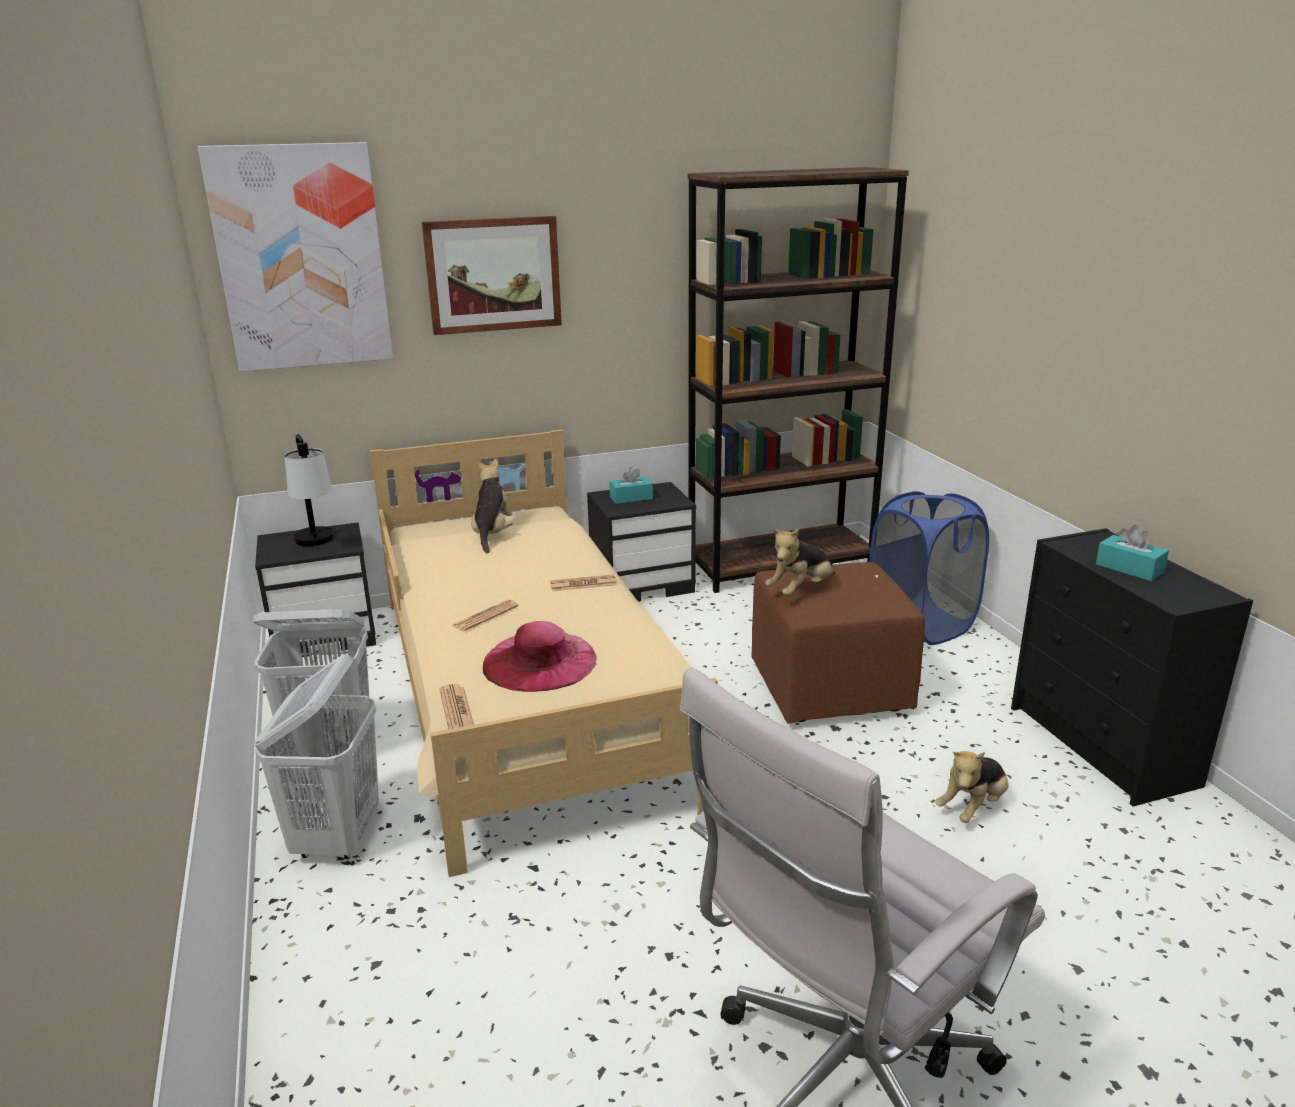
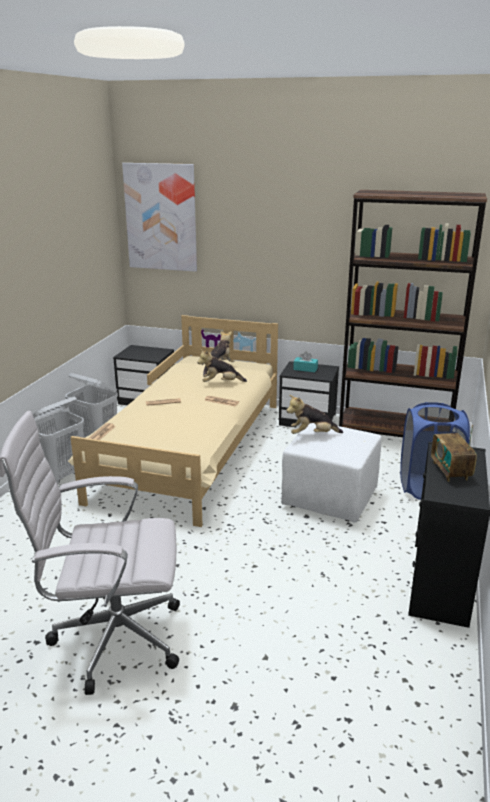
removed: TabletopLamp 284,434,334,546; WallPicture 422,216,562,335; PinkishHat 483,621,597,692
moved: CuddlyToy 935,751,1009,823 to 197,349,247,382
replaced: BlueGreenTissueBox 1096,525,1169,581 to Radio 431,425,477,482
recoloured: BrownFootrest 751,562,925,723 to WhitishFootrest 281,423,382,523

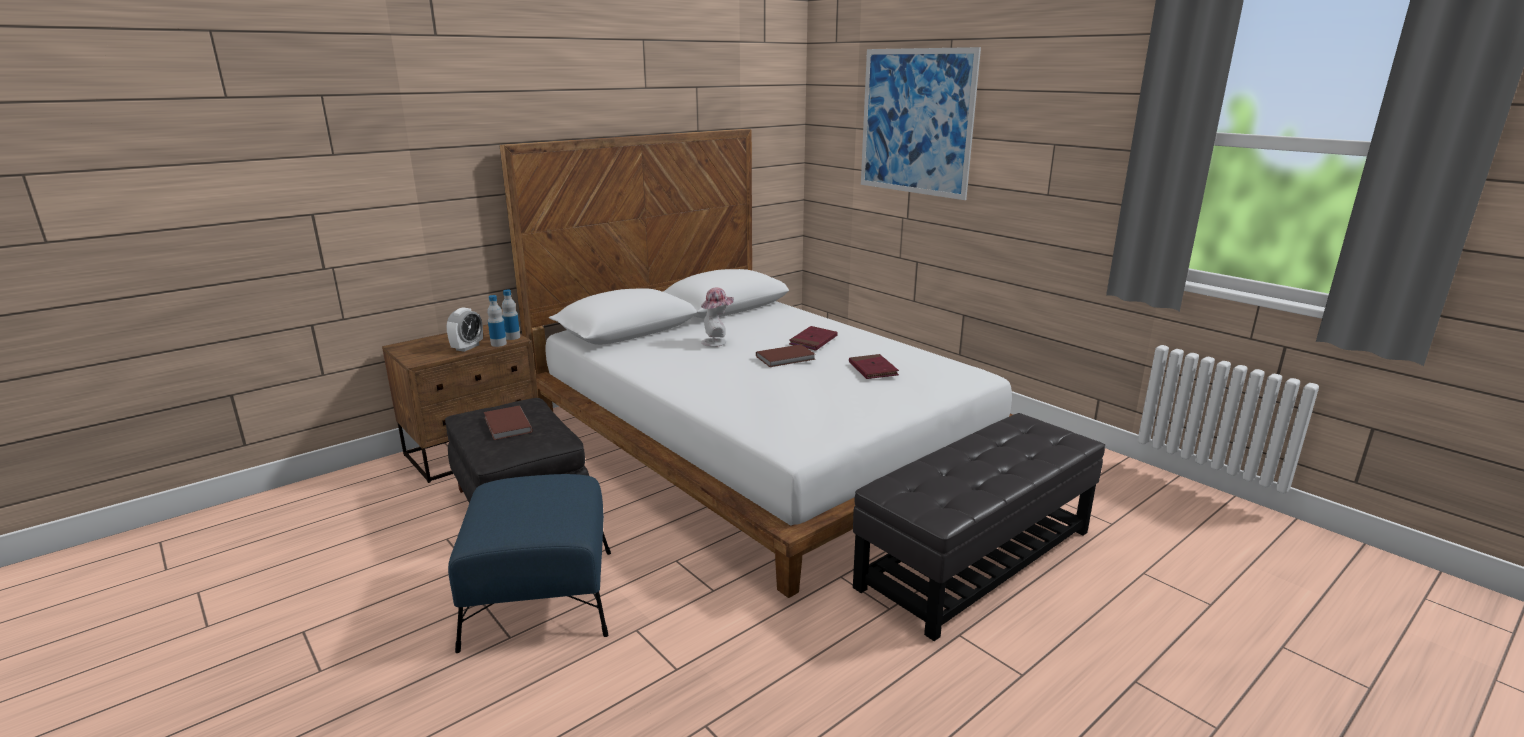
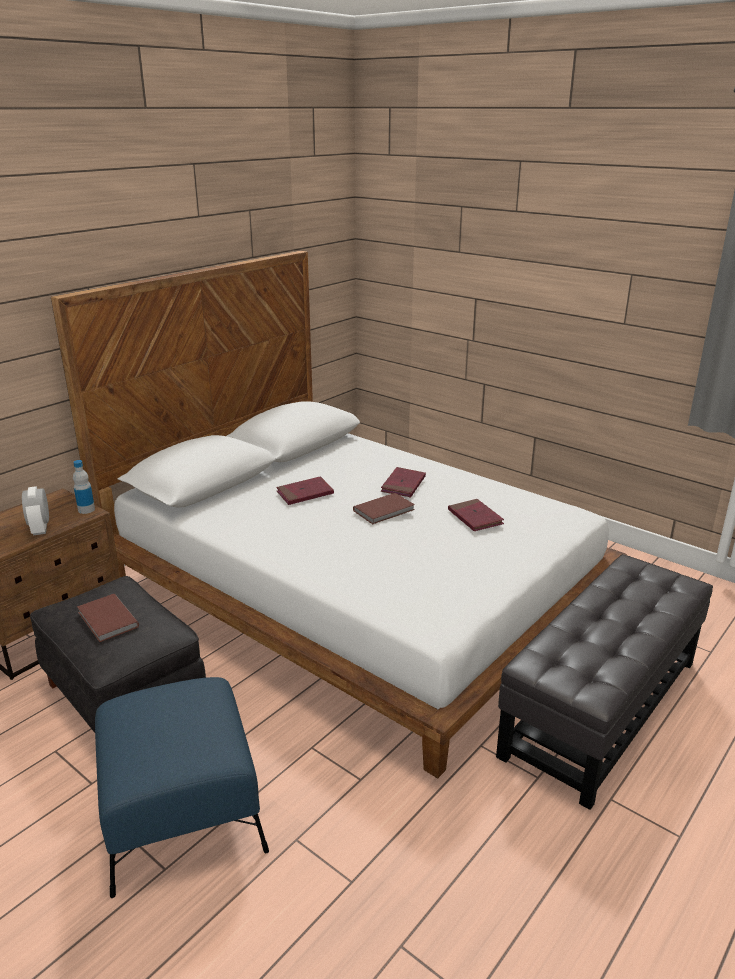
removed: BeverageBottle 487,295,507,347; WallPicture 861,47,981,200
replaced: Hat 701,287,734,347 to RedColouredBook 276,476,334,505
turned: AlarmClock 446,307,483,352 = 22,486,49,535 150 degrees clockwise

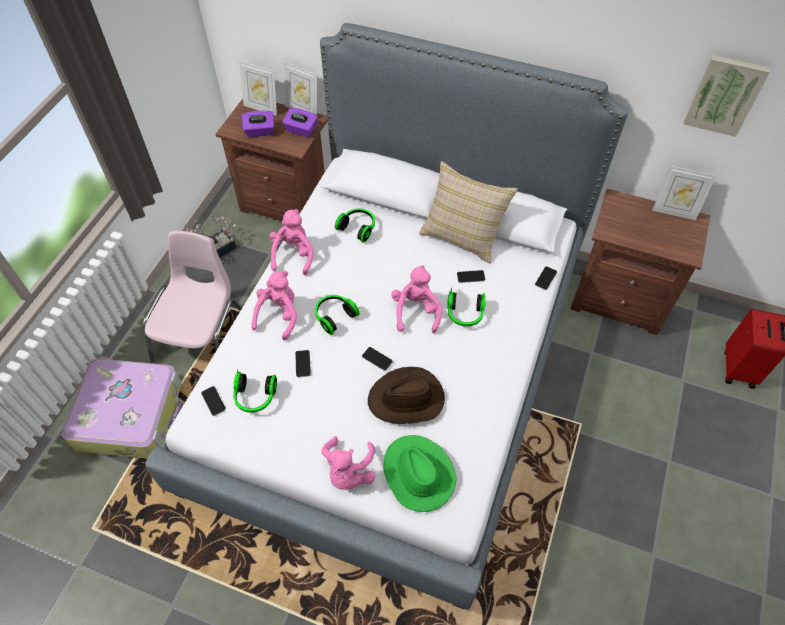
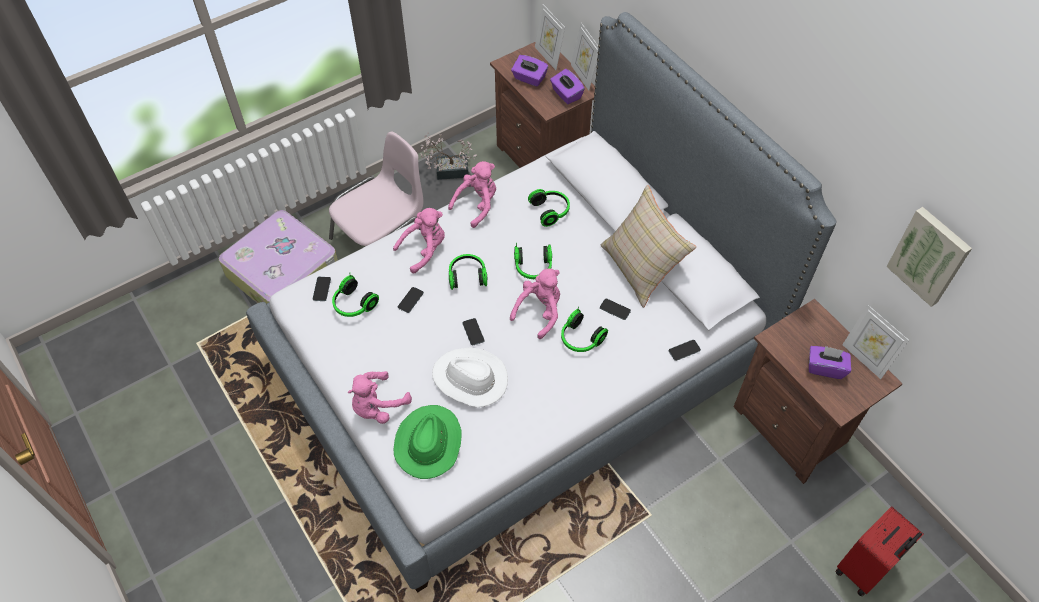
added: Headset 514,243,552,279; PurplishTissueBox 809,346,851,379
recoloured: BrownHat 368,367,445,424 to WhitishHat 432,347,508,407

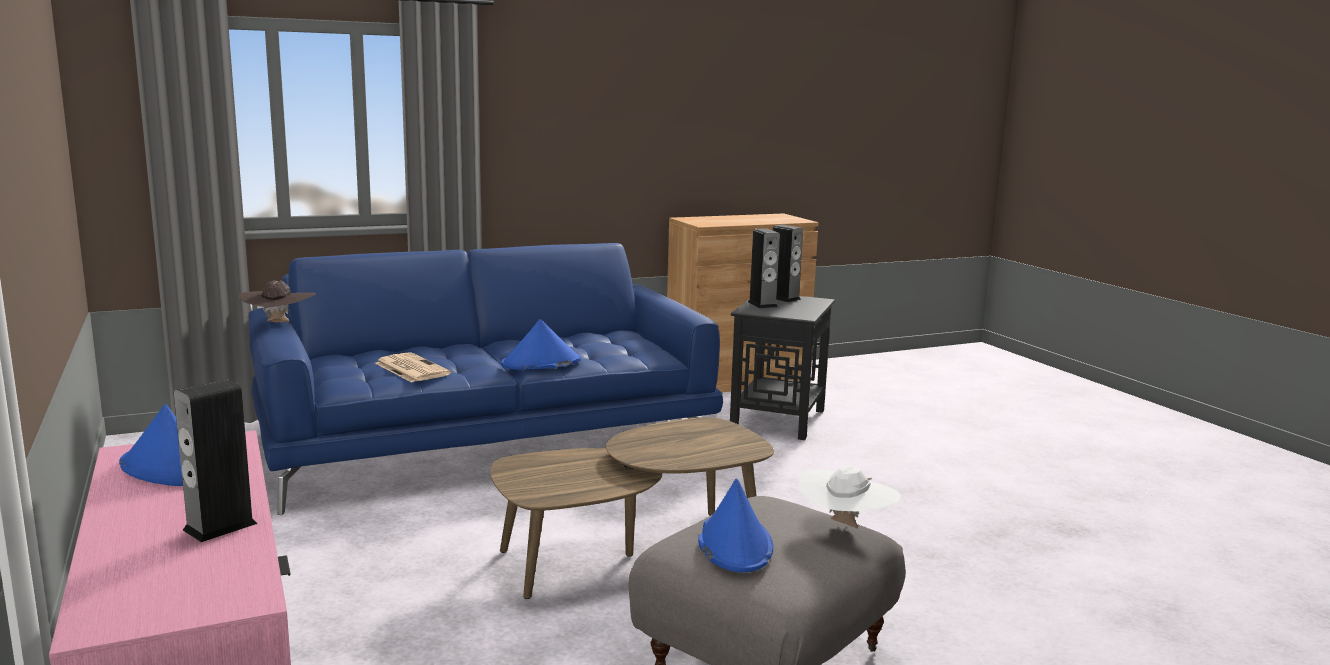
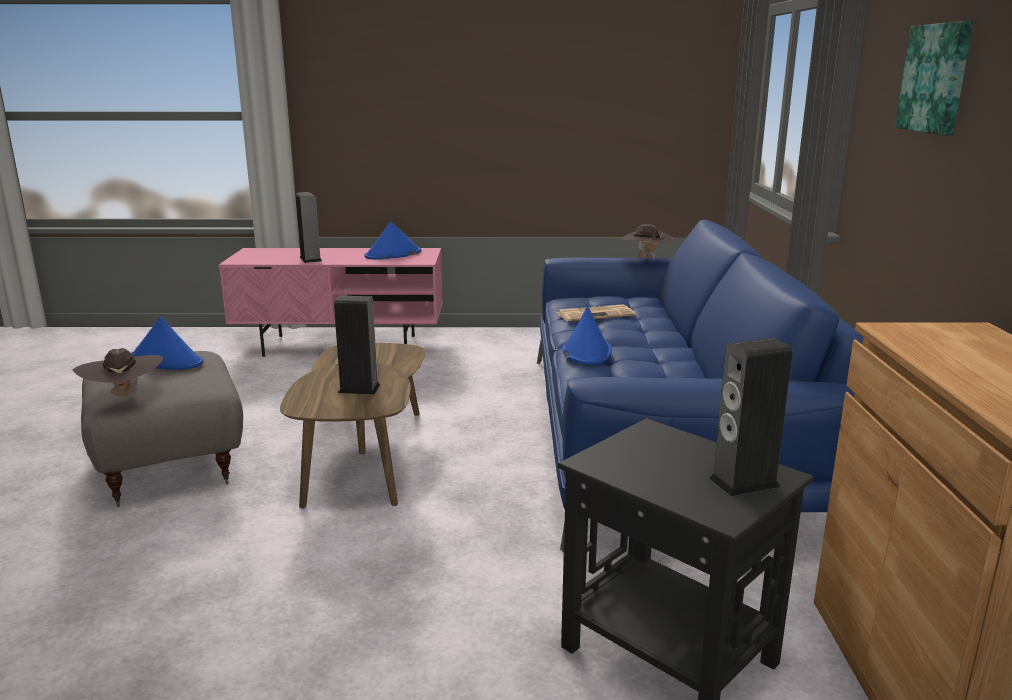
added: WallPicture 895,21,973,135
moved: Speaker 748,228,780,308 to 334,296,380,394
recoloured: WhitishHat 799,466,901,529 to BrownHat 72,348,164,398

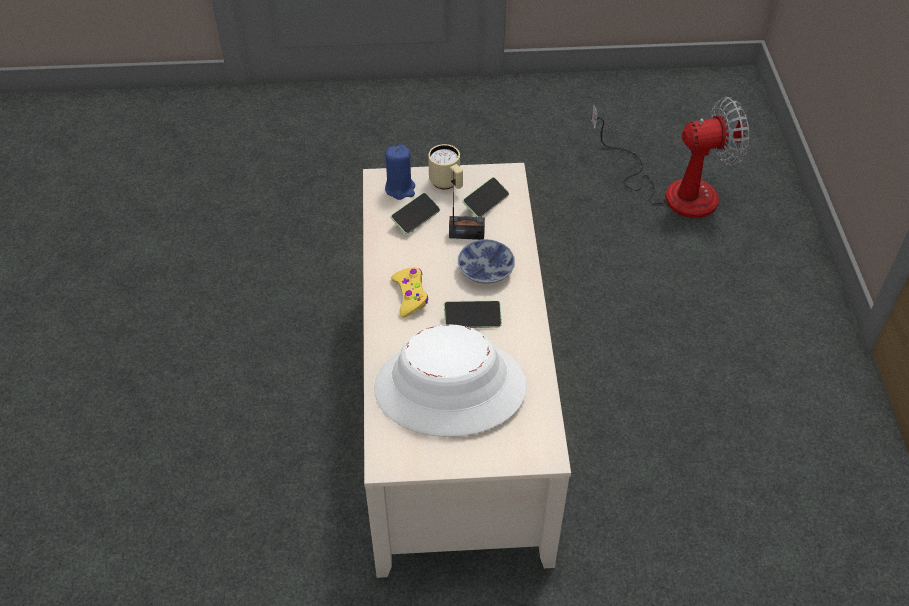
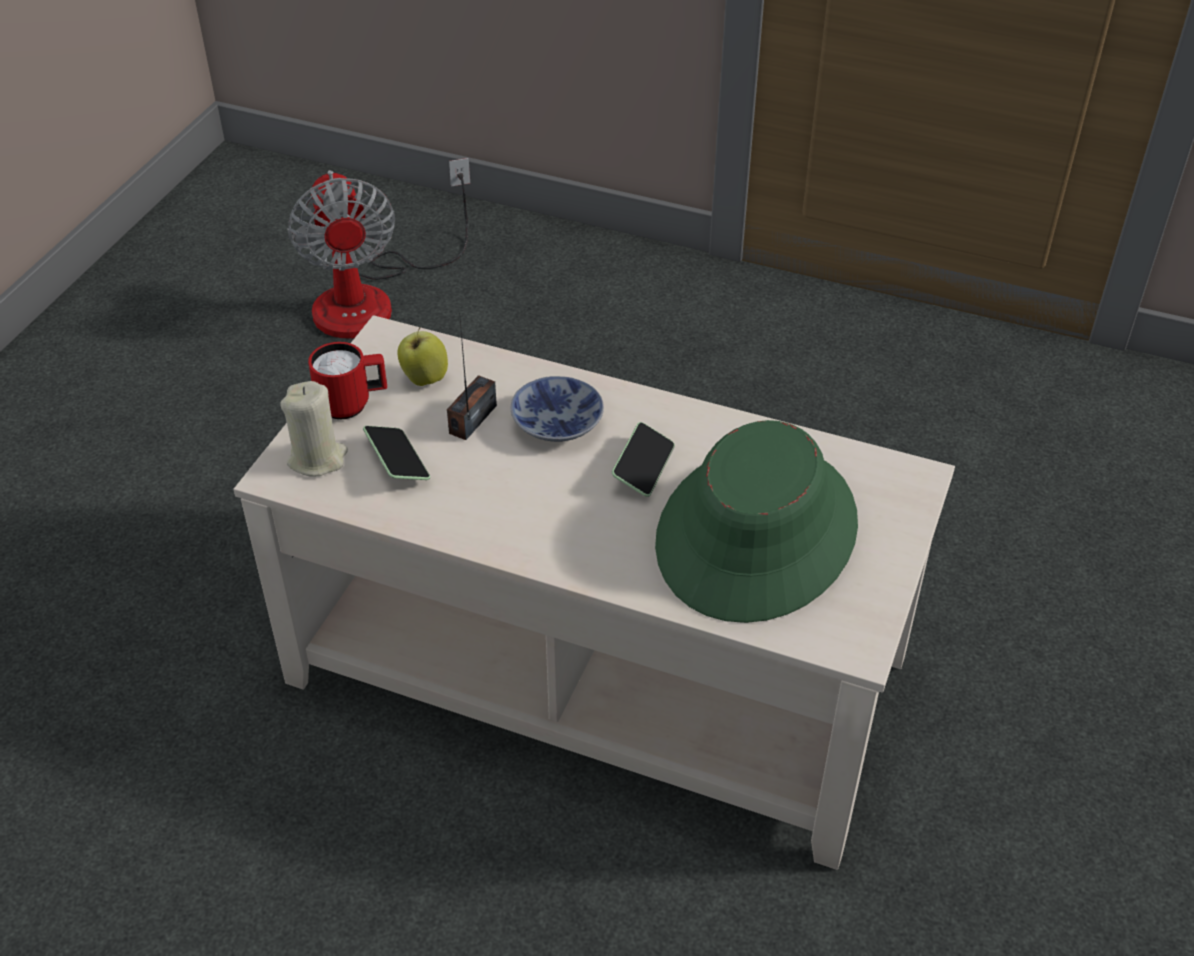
removed: YellowishGameController 391,267,428,317
replaced: Phone 462,177,509,217 to AppleFruit 397,327,448,386
recoloured: WhitishHat 374,324,527,437 to GreenHat 655,420,858,623; BlueWaxLight 385,144,415,200 to BeigeColouredWaxLight 280,381,348,477; BeigeColouredMug 428,144,463,189 to RedColouredMug 308,342,387,419
turned: ElectricFan 591,97,749,218 = 288,158,470,338 150 degrees clockwise

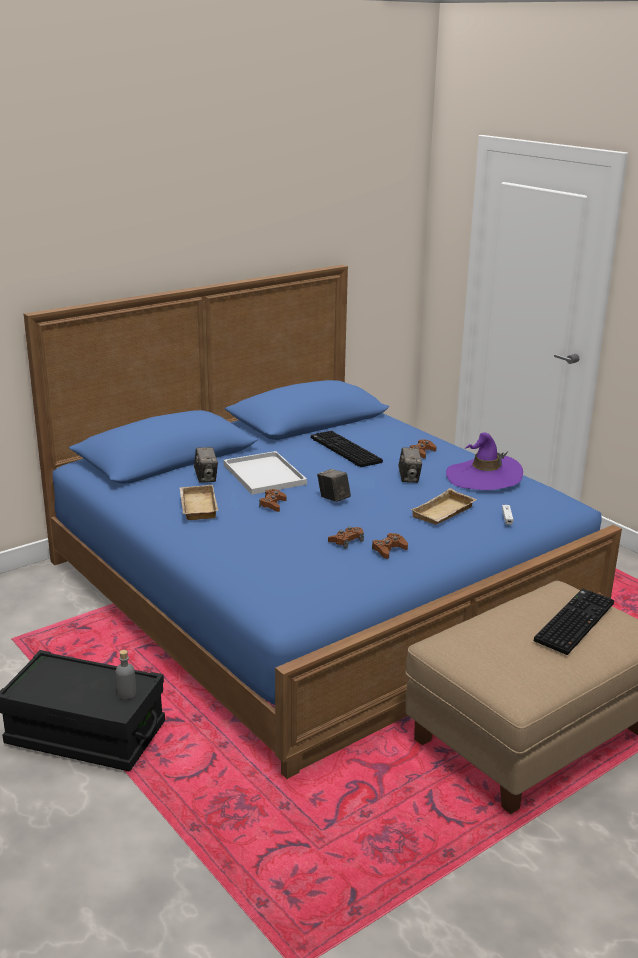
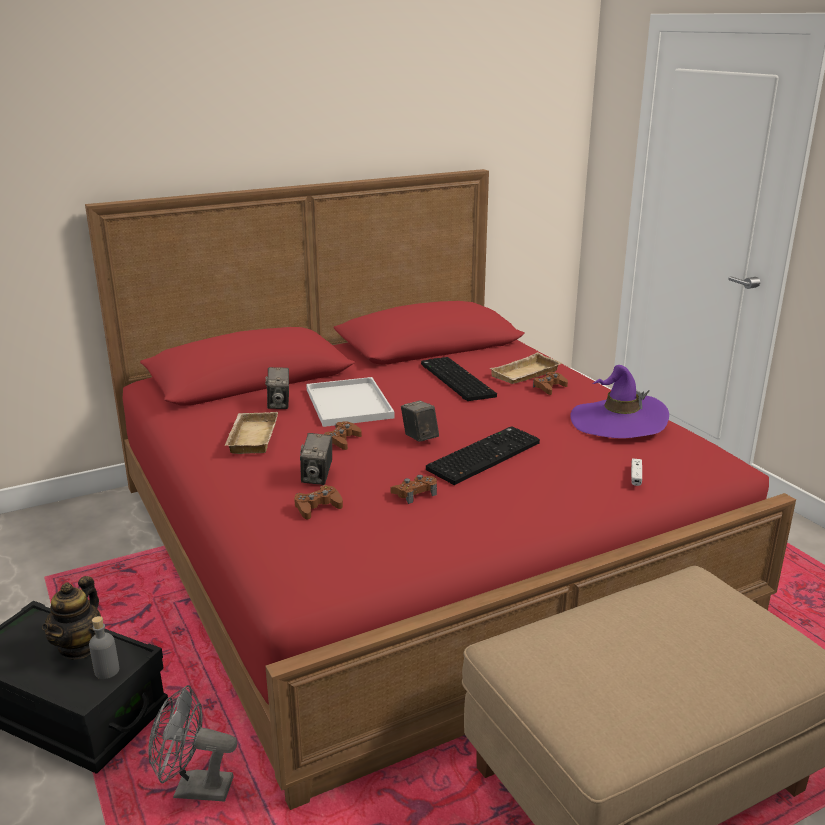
added: PotForTea 42,576,101,659; GreyElectricFan 148,685,237,802
moved: BrownGameController 372,533,408,559 to 294,485,343,520; PhotoCamera 398,447,422,483 to 300,433,332,485; BeigeColouredCarryingTray 410,488,477,525 to 489,352,562,384; ComputerKeyboard 534,589,614,655 to 426,426,540,485
recoloured: BlueBed 24,265,622,779 to RedColouredBed 85,169,796,810

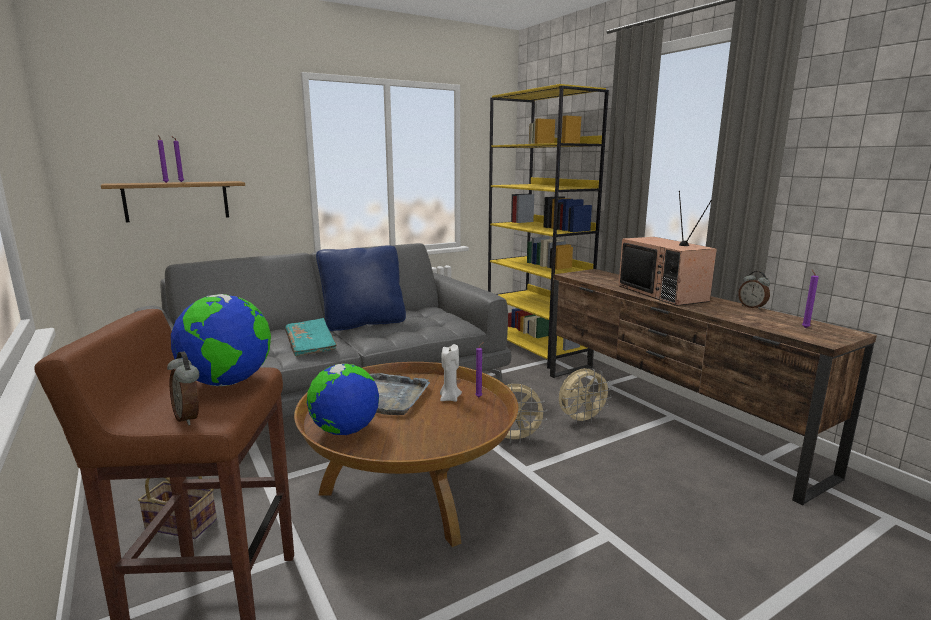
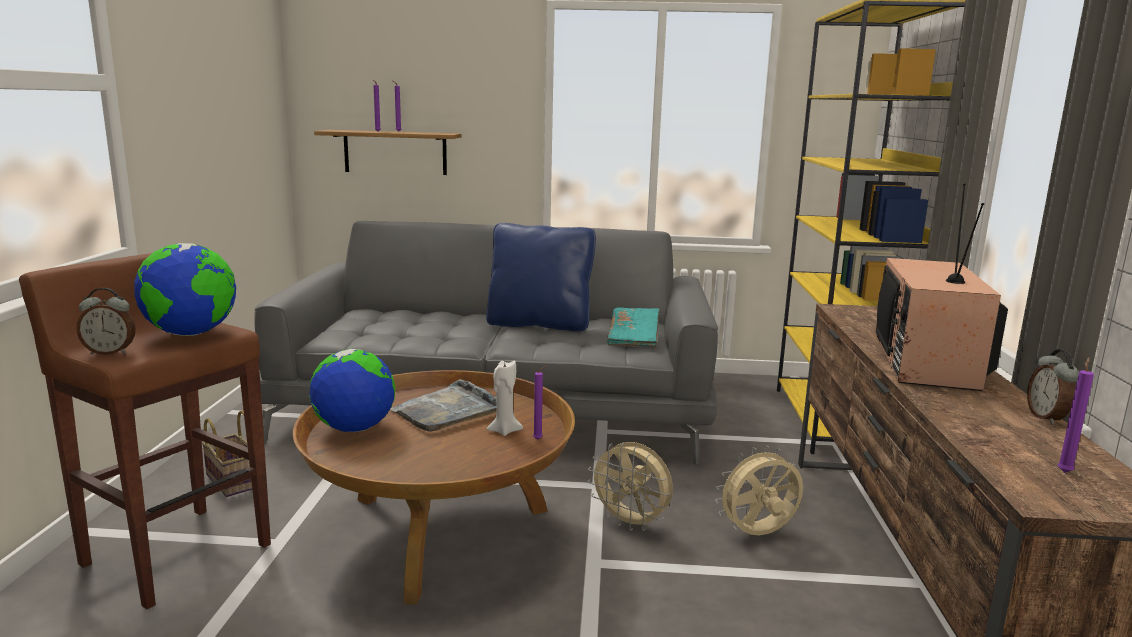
moved: BlueGreenBook 285,318,337,357 to 607,307,659,347
turned: AlarmClock 167,352,199,425 = 76,288,136,355 90 degrees counterclockwise; BeigeColouredElectricFan 559,368,612,425 = 715,446,803,535 150 degrees clockwise

